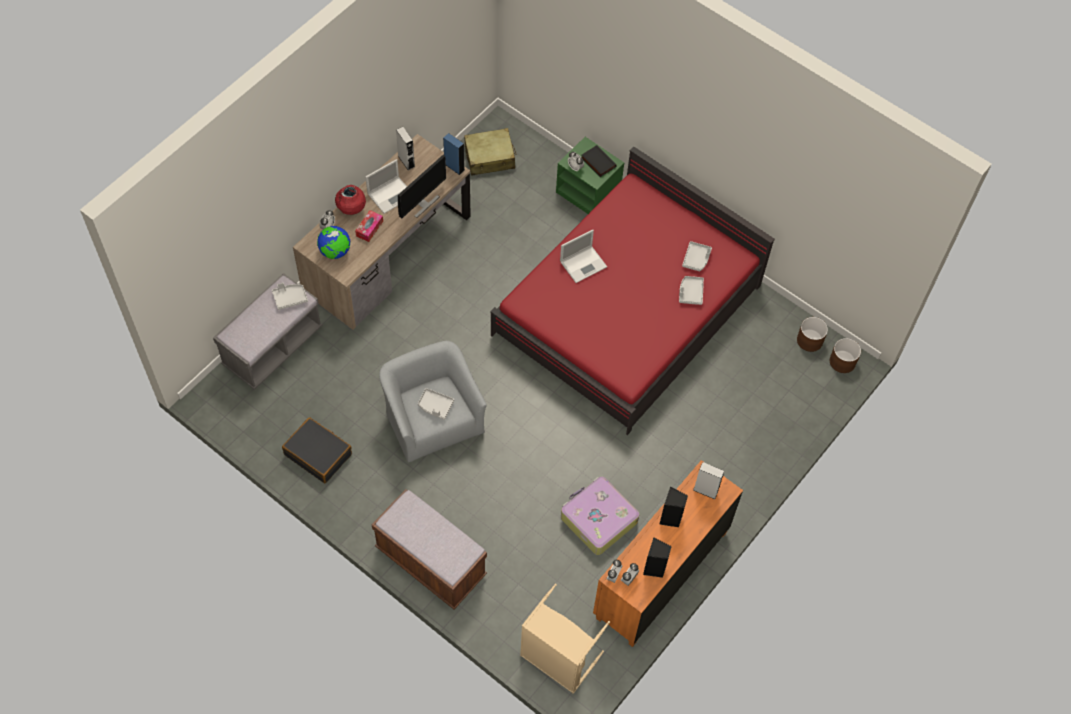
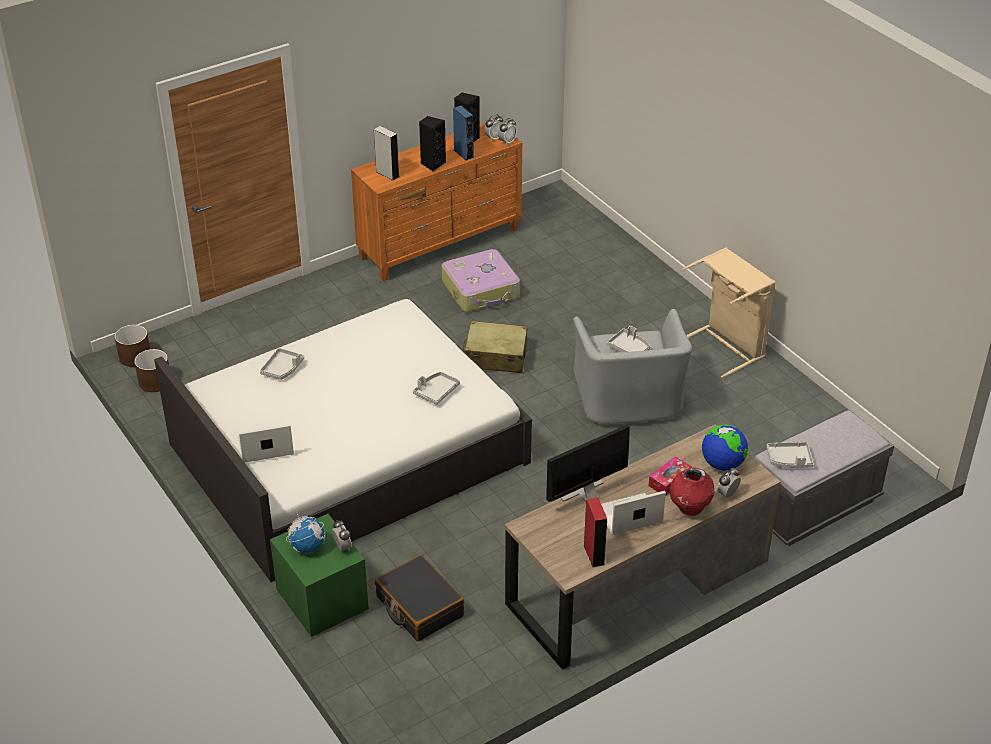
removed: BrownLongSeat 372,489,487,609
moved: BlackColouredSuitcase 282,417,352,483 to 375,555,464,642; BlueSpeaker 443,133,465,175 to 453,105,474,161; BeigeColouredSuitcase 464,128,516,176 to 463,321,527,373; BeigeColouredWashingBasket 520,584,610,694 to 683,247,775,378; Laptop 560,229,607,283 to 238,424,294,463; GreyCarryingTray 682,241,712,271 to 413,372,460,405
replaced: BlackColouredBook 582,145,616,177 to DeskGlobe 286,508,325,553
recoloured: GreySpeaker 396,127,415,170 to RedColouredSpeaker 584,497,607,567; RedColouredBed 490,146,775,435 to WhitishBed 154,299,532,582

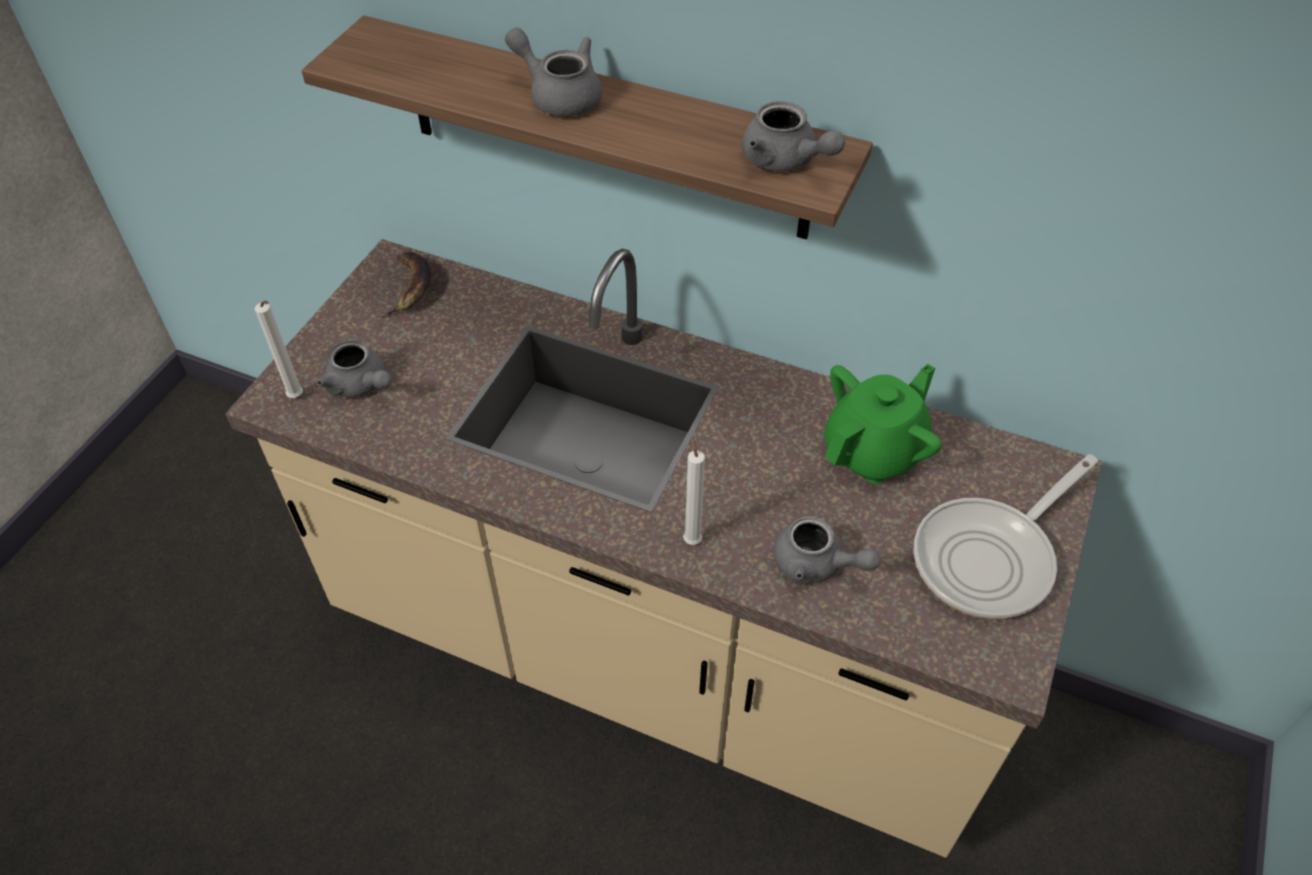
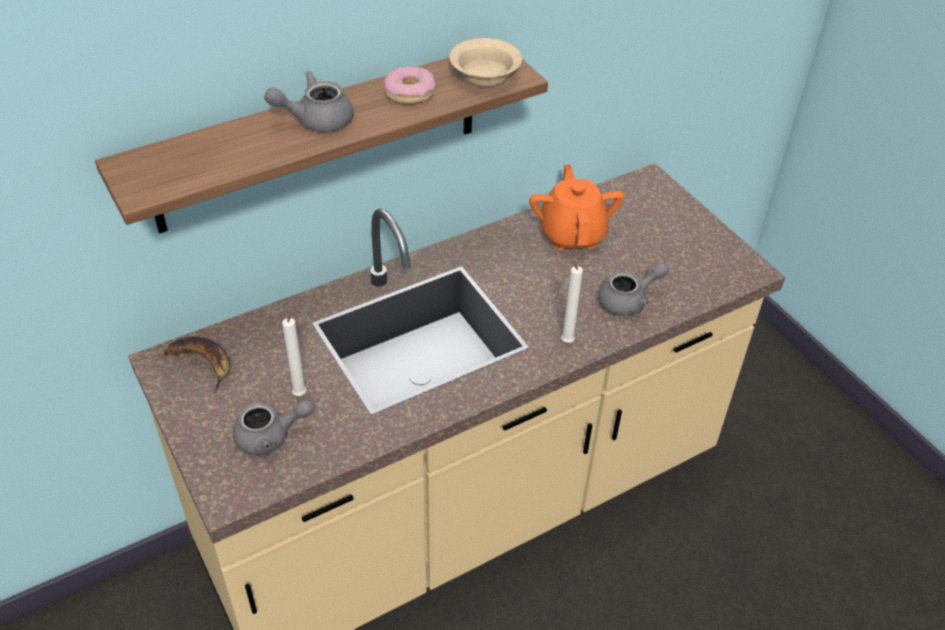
removed: Pan 914,454,1098,619
added: Donut 384,66,435,104
moved: WhitishWaxLight 255,301,303,398 to 282,311,307,396
replaced: GreyPotForTea 742,101,845,172 to BeigeColouredDeepDish 450,38,522,87
recoloured: GreenPotForTea 824,364,942,484 to OrangeColouredPotForTea 529,164,624,250

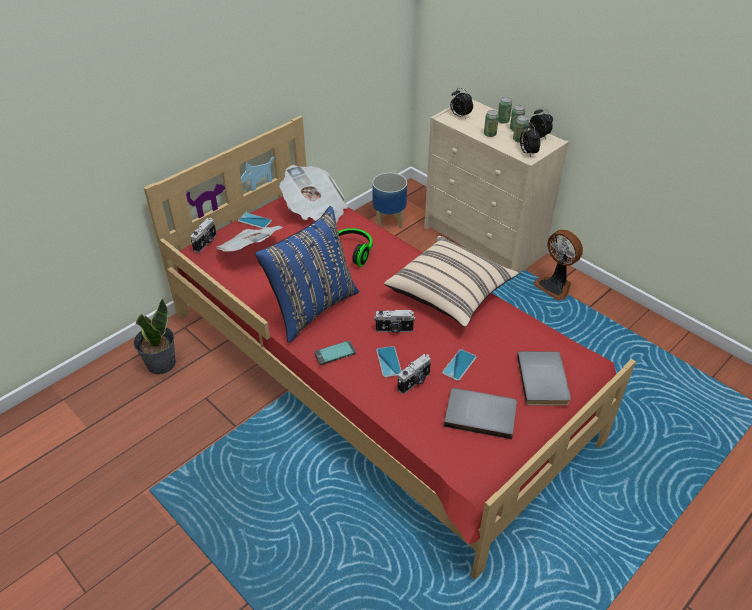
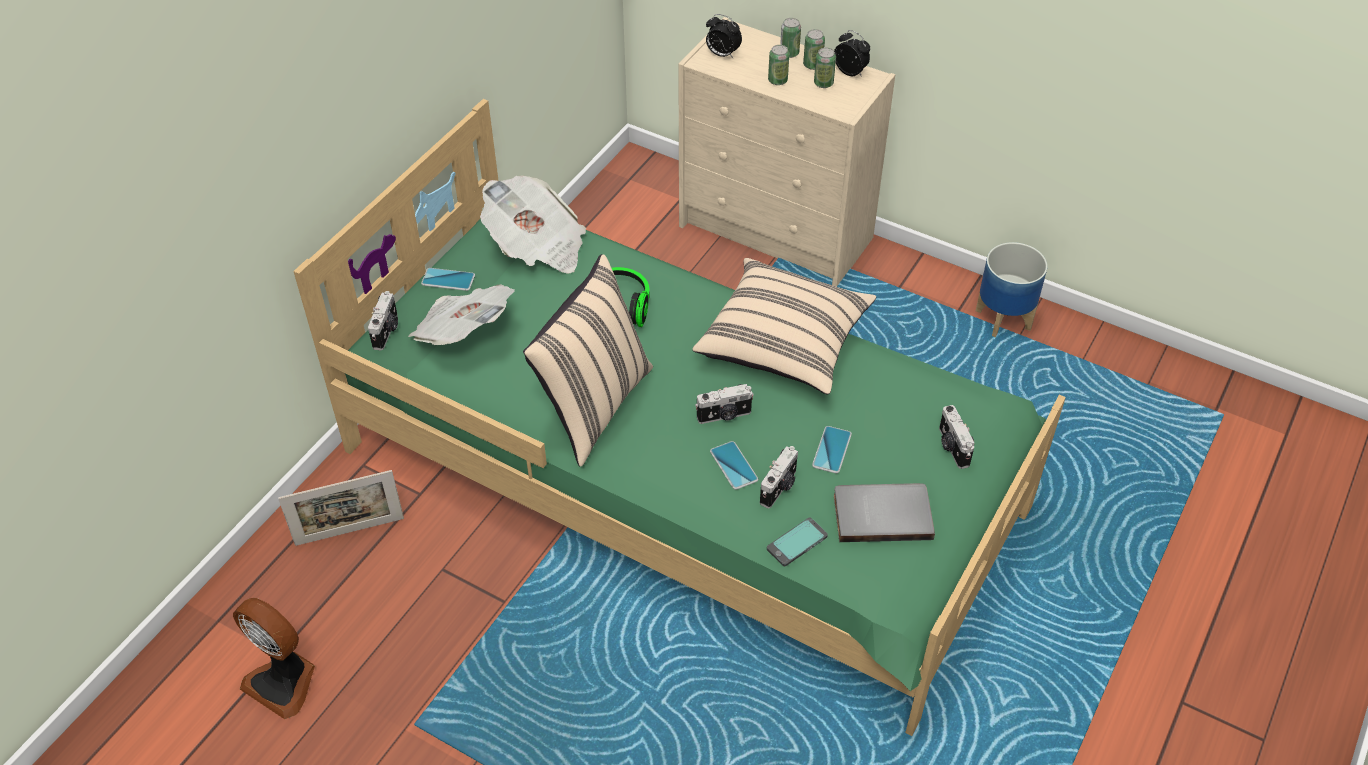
removed: AlarmClock 520,123,540,158
moved: Phone 314,340,356,365 to 767,517,828,566; Planter 372,173,407,228 to 976,242,1048,337; ElectricFan 533,229,583,300 to 233,598,315,719
replaced: Houseplant 133,299,176,375 to StandingFrame 278,470,404,546; GreyBook 517,351,571,406 to PhotoCamera 939,405,974,469
recoloured: RedColouredBed 144,116,636,580 to GreenBed 293,99,1066,736; BlueCushion 255,206,359,343 to BeigeColouredCushion 523,254,653,466

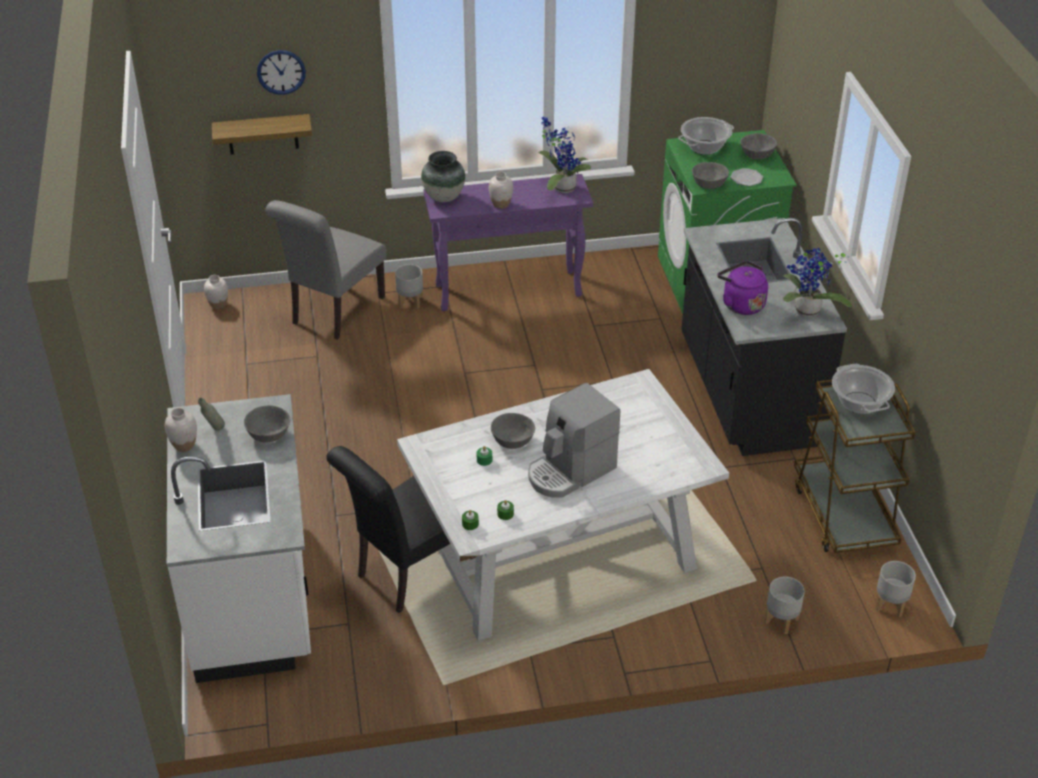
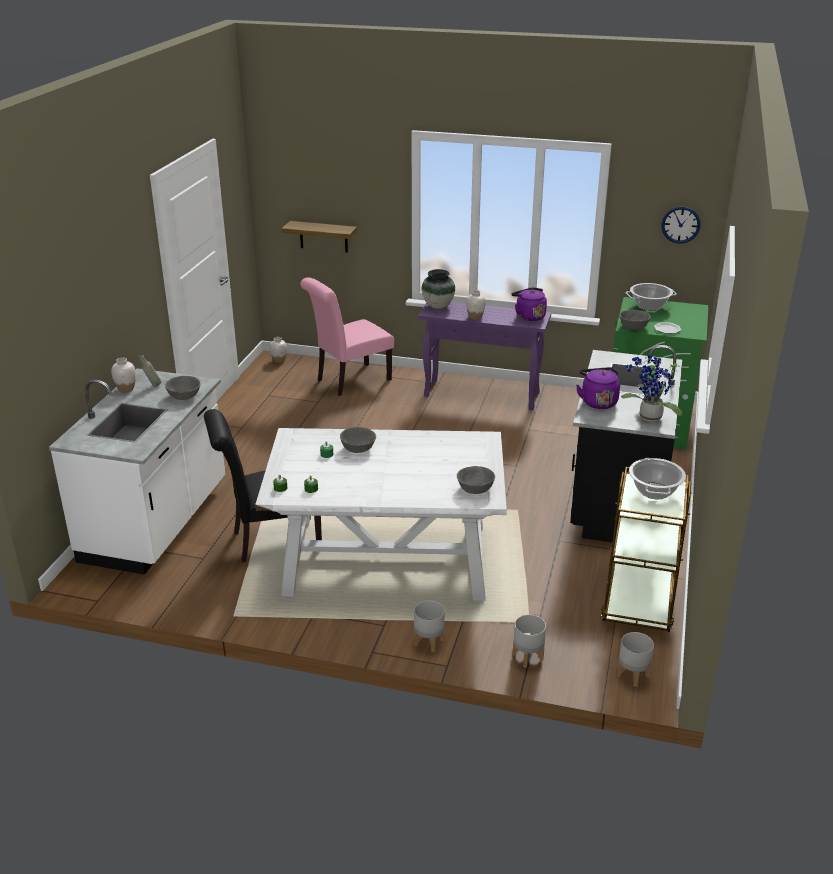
removed: CoffeeBrewer 528,383,620,498
moved: WallClock 257,50,306,95 to 662,206,700,244; GreyPlanter 395,264,423,309 to 414,600,445,652; GreyDeepDish 740,133,777,160 to 457,466,495,494
replaced: Houseplant 538,116,591,193 to PurplishWaterKettle 512,287,547,321
recoloured: GreyUprightChair 265,200,386,340 to PinkishUprightChair 300,277,394,396

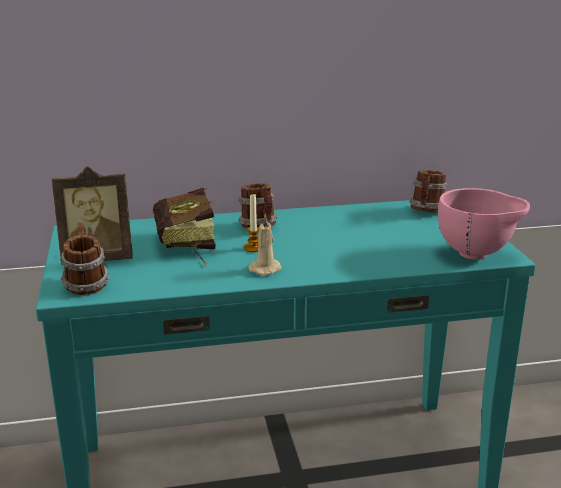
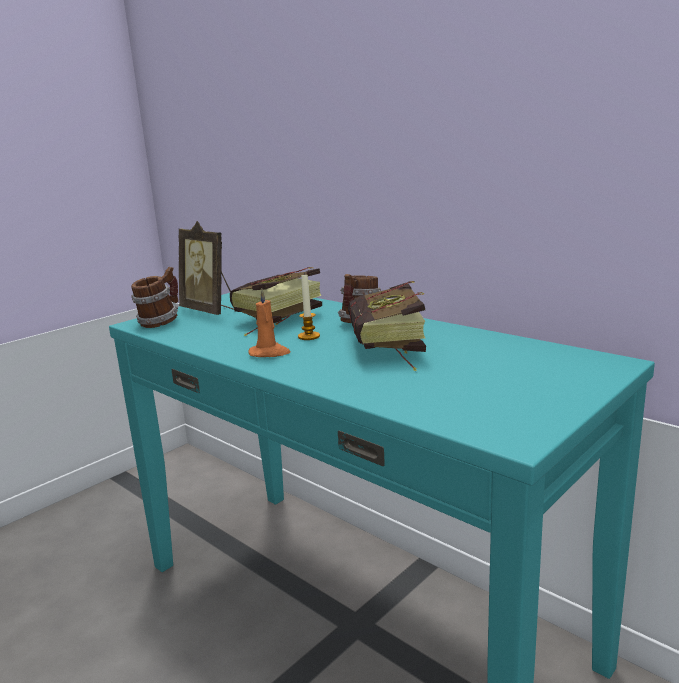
removed: Mug 409,170,448,213; PinkishDeepDish 438,188,530,260
added: Book 348,281,426,372
recoloured: BeigeColouredWaxLight 248,214,282,276 to OrangeColouredWaxLight 249,289,290,357

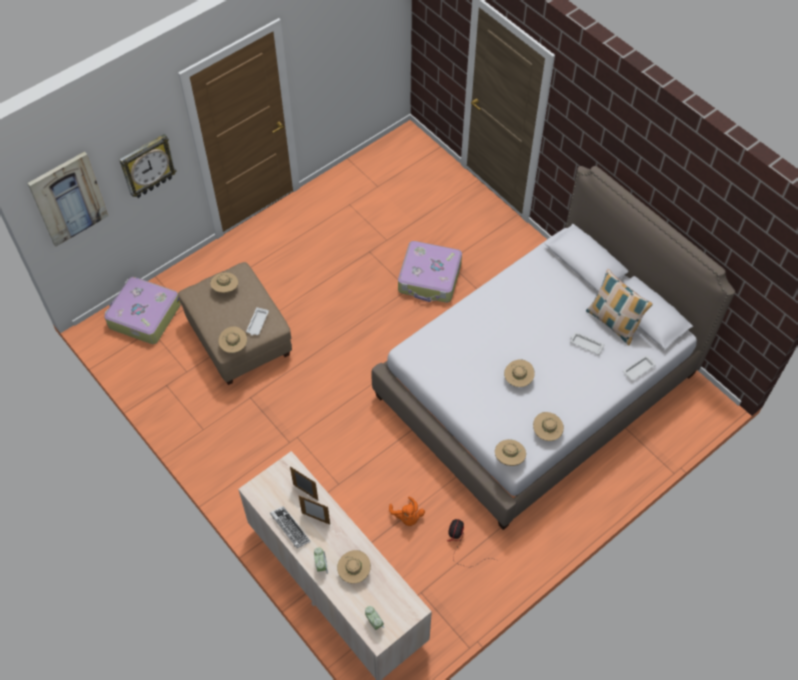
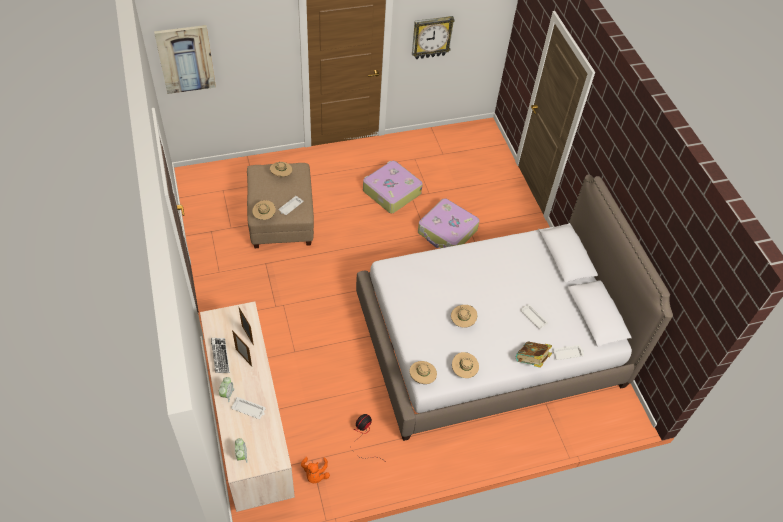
removed: Cushion 586,269,653,345
added: Book 516,341,552,368
moved: Suitcase 104,277,181,344 to 363,161,423,213; WallClock 119,134,177,198 to 412,16,455,59; OrangeColouredCuddlyToy 389,497,425,526 to 301,457,330,483
replaced: BeigeColouredHat 337,550,371,584 to WhitishCarryingTray 231,397,266,419

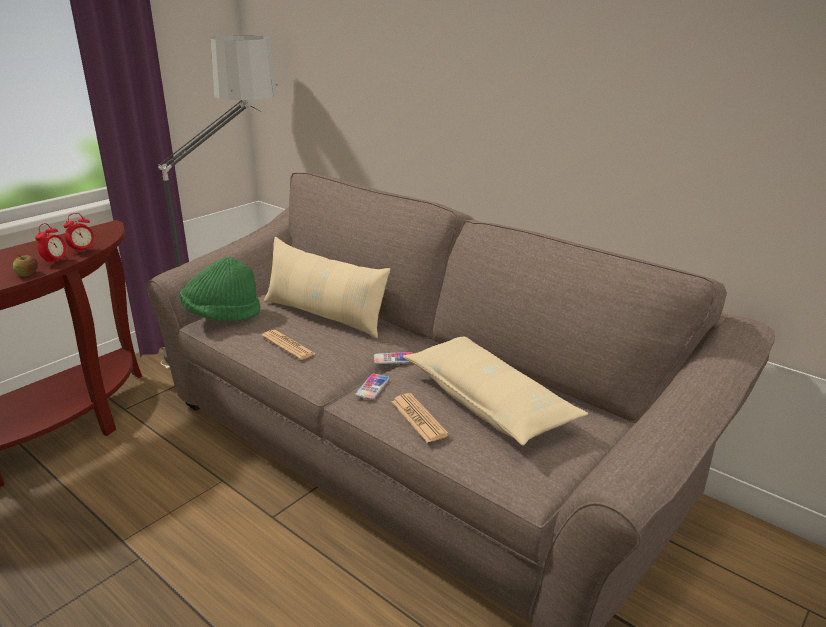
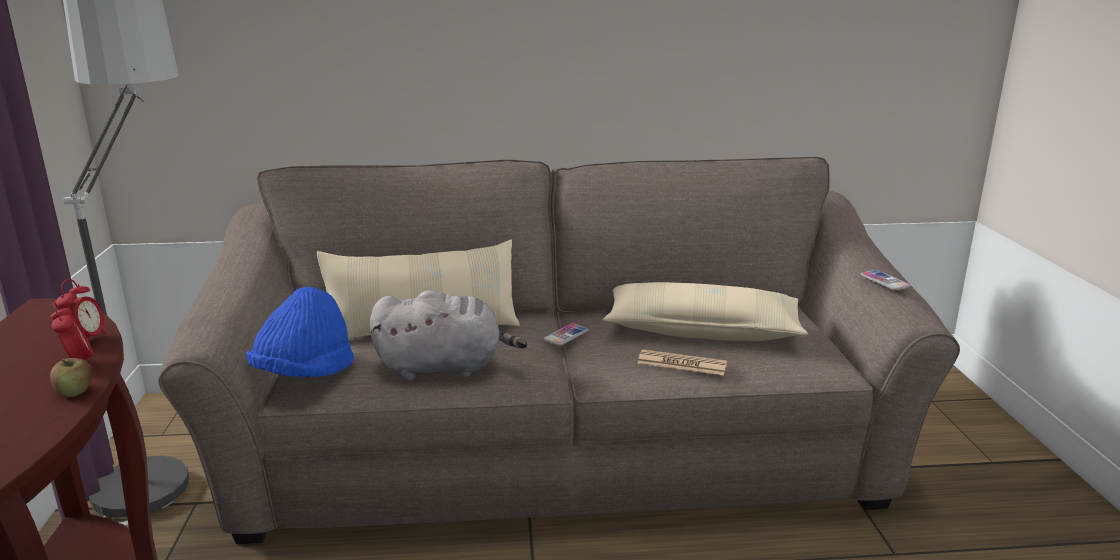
moved: Phone 355,374,390,400 to 860,270,911,290
replaced: Newspaper 262,330,316,360 to GreyCuddlyToy 370,290,528,380
recoloured: GreenHat 179,257,261,321 to BlueHat 246,287,354,377

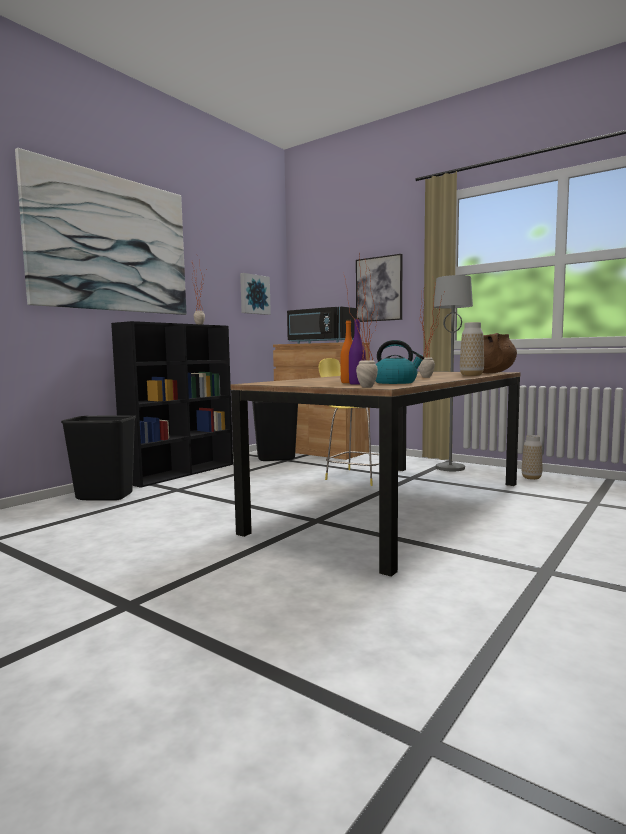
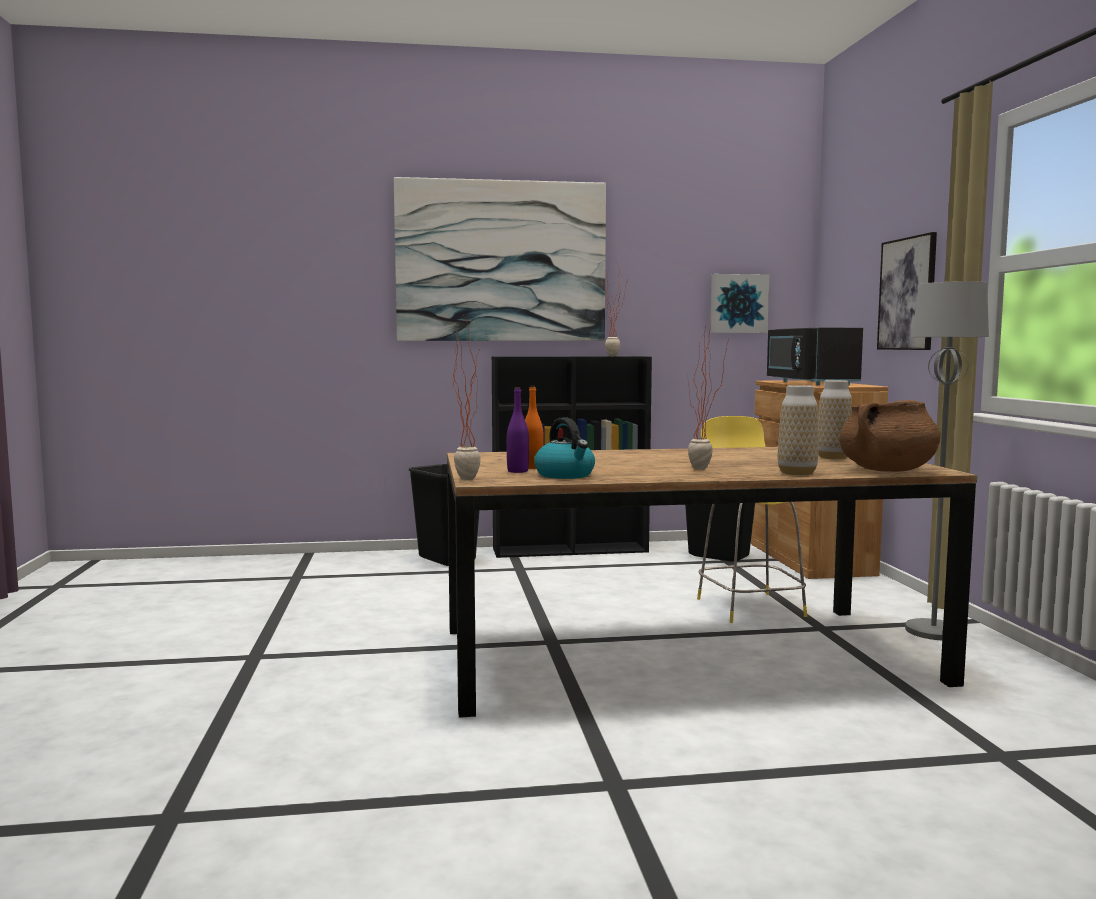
moved: Vase 522,435,542,480 to 818,380,852,459

